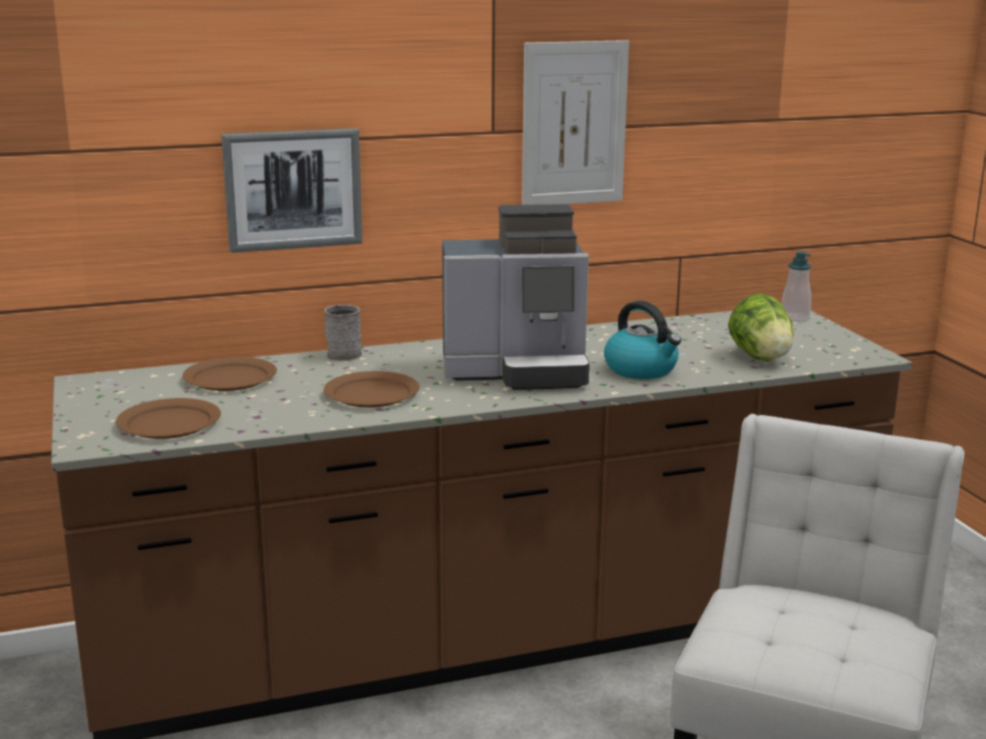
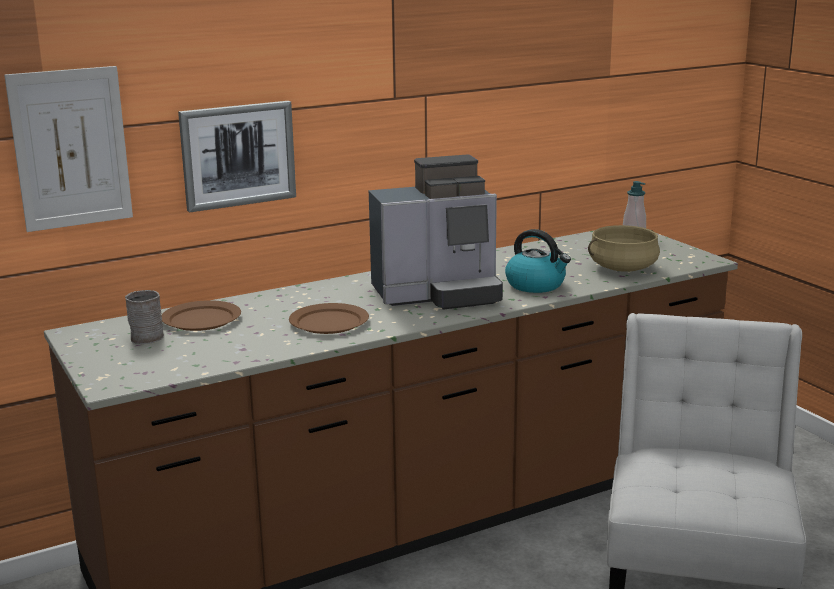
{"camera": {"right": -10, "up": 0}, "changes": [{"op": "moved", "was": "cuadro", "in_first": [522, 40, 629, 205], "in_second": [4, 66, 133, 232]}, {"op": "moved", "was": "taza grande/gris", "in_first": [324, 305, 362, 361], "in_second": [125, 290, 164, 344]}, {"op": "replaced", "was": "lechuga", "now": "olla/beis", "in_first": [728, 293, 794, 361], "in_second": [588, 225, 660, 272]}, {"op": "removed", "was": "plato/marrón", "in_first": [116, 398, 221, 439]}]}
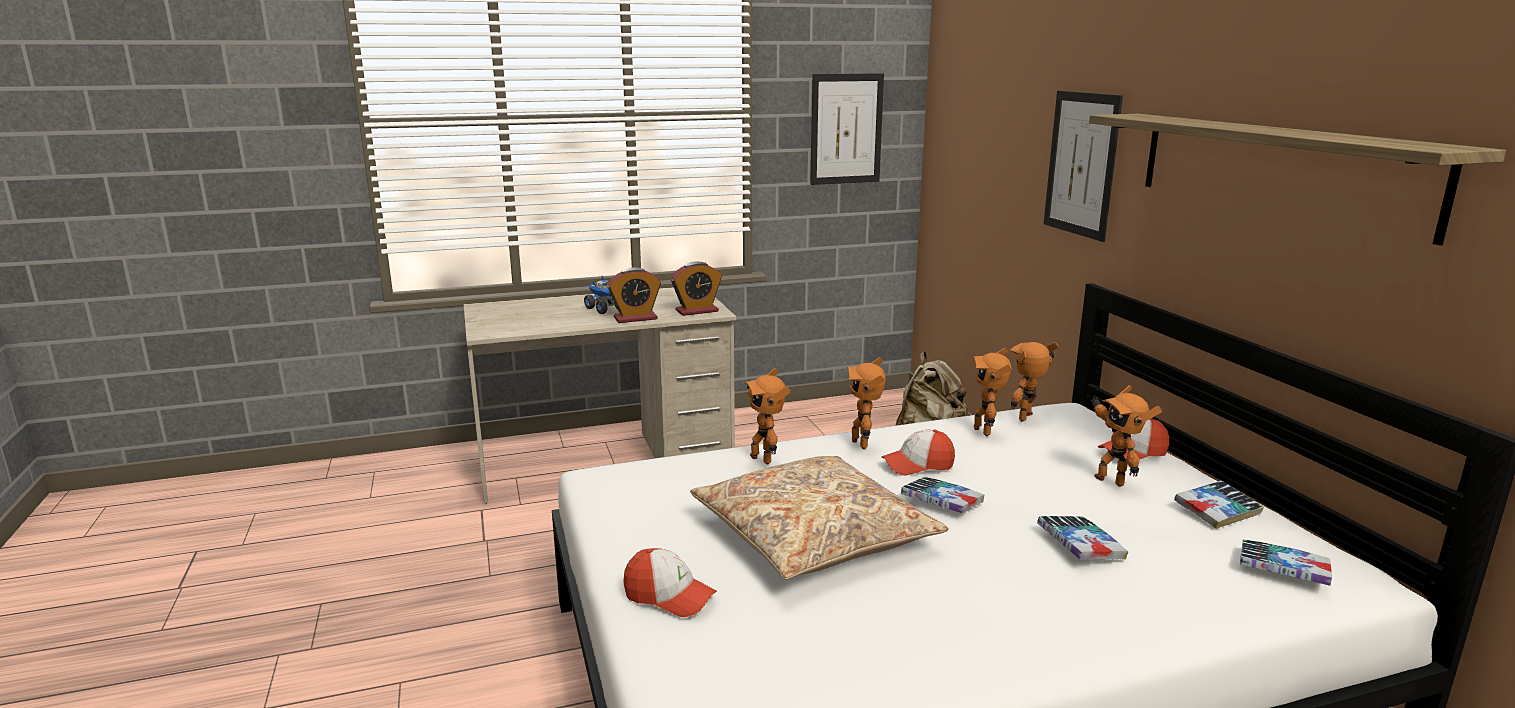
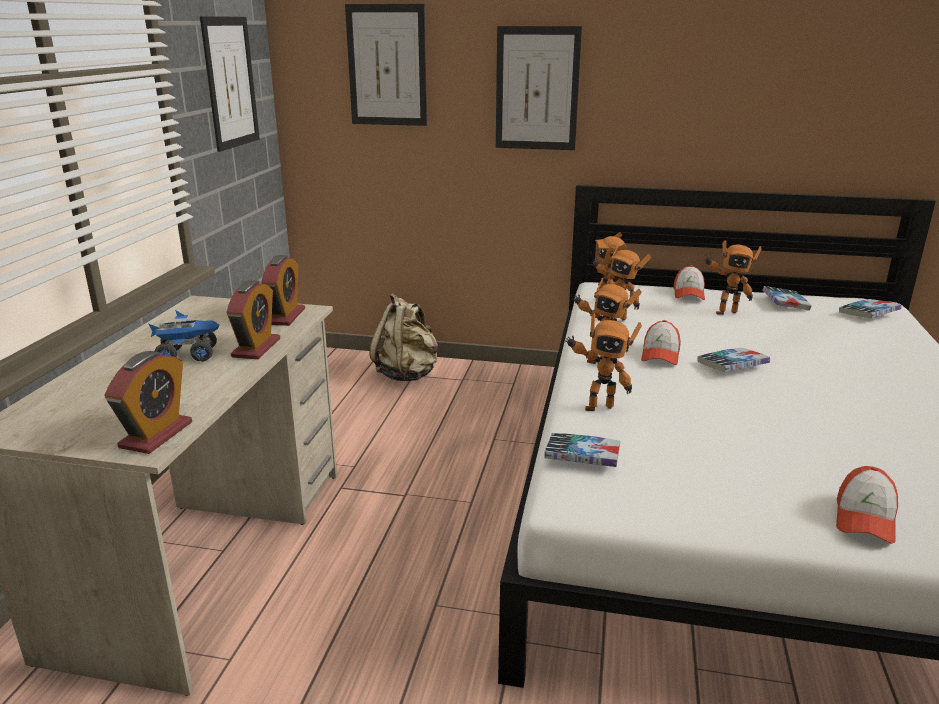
{"camera": {"right": -60, "up": 5}, "changes": [{"op": "added", "now": "despertador", "in_second": [104, 351, 192, 454]}, {"op": "added", "now": "cuadro", "in_second": [345, 4, 427, 126]}, {"op": "moved", "was": "libro", "in_first": [1037, 516, 1128, 560], "in_second": [544, 433, 620, 467]}, {"op": "turned", "was": "gorra", "in_first": [624, 548, 717, 617], "in_second": [836, 466, 898, 544], "clockwise": 150}, {"op": "removed", "was": "cojín/beis", "in_first": [690, 456, 949, 580]}, {"op": "removed", "was": "estante", "in_first": [1089, 114, 1506, 246]}]}
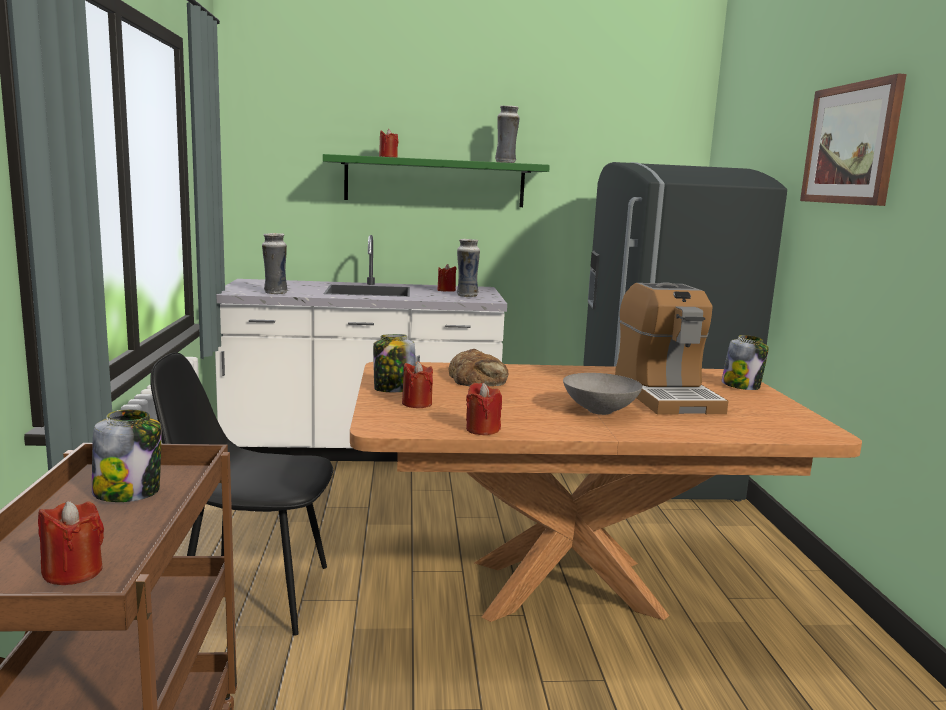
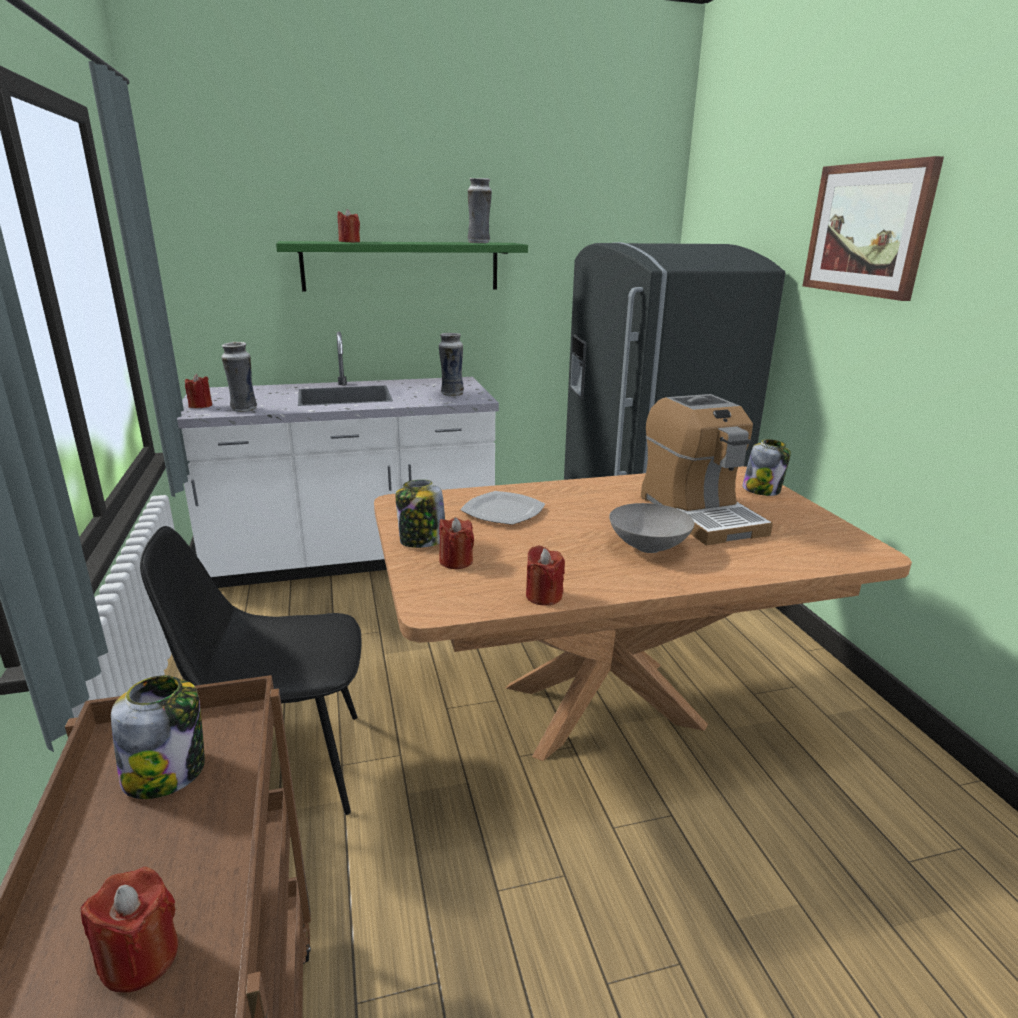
{"camera": {"right": -10, "up": 10}, "changes": [{"op": "moved", "was": "vela/rojo", "in_first": [437, 264, 457, 292], "in_second": [185, 374, 212, 408]}, {"op": "replaced", "was": "pan", "now": "plato", "in_first": [449, 349, 508, 386], "in_second": [460, 491, 545, 525]}]}
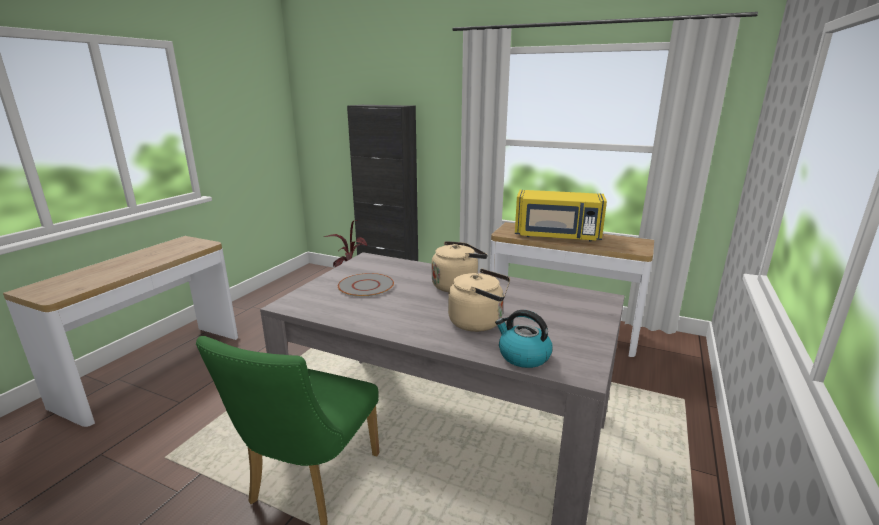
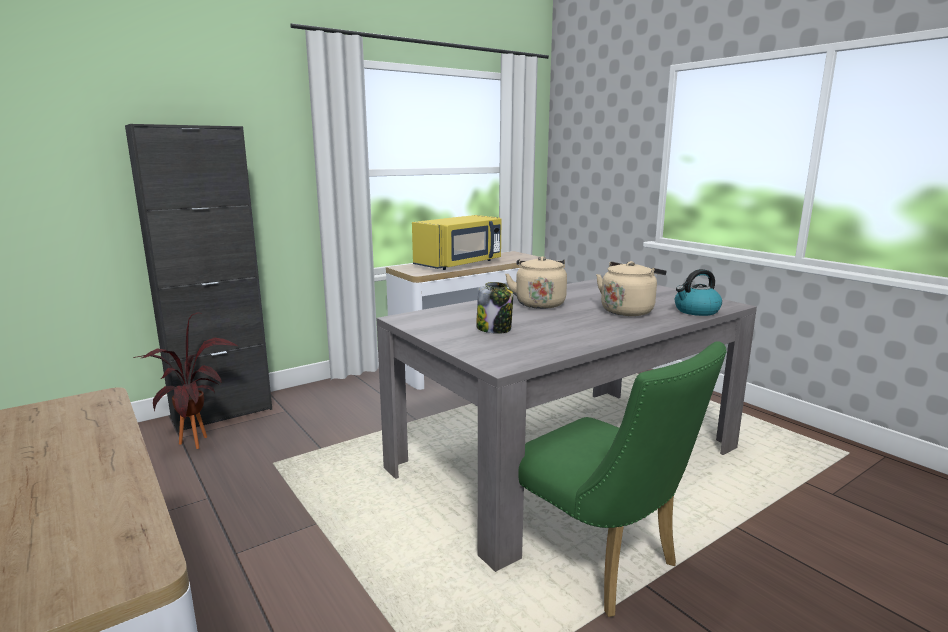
{"camera": {"right": -60, "up": -5}, "changes": [{"op": "replaced", "was": "plato/gris", "now": "tarro", "in_first": [338, 273, 394, 297], "in_second": [476, 282, 513, 334]}]}
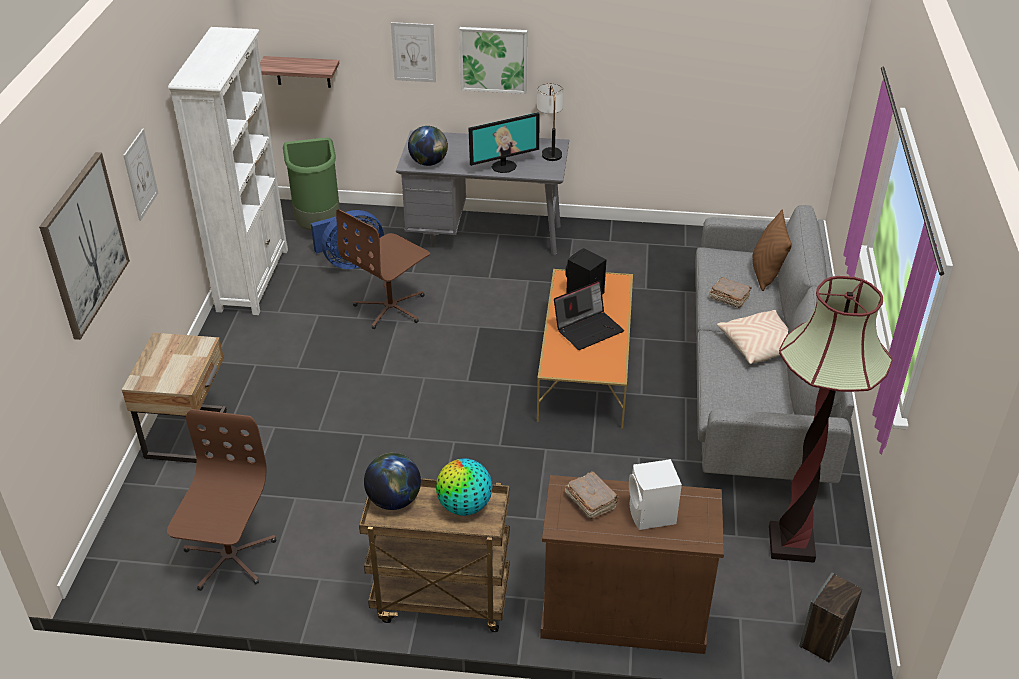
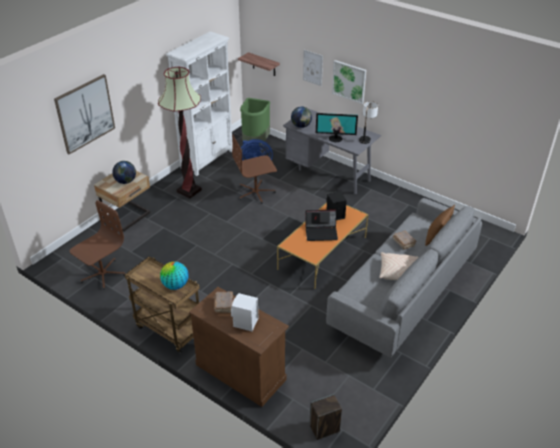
{"camera": {"right": 30, "up": 0}, "changes": [{"op": "moved", "was": "globo terráqueo", "in_first": [364, 453, 421, 510], "in_second": [112, 161, 136, 184]}, {"op": "moved", "was": "lámpara de pie", "in_first": [769, 276, 893, 563], "in_second": [158, 67, 202, 199]}, {"op": "removed", "was": "cuadro", "in_first": [123, 129, 158, 221]}]}
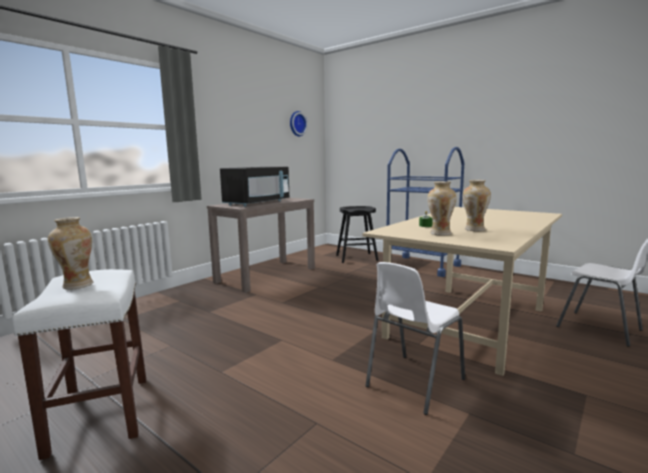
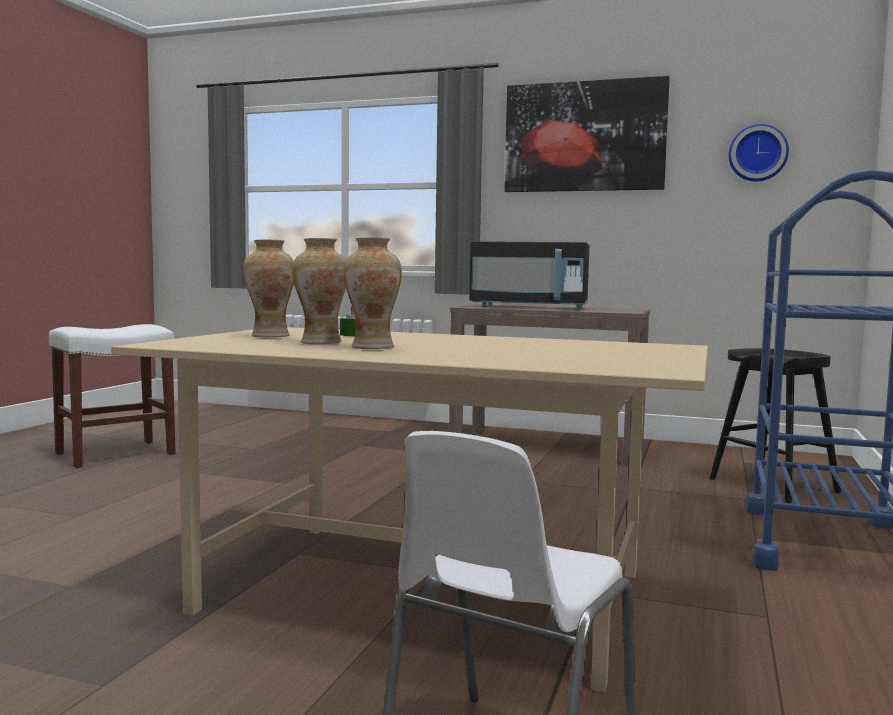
{"camera": {"right": 70, "up": -5}, "changes": [{"op": "moved", "was": "florero", "in_first": [48, 217, 93, 290], "in_second": [343, 237, 402, 349]}, {"op": "added", "now": "cuadro", "in_second": [504, 76, 670, 192]}, {"op": "removed", "was": "silla/blanco", "in_first": [365, 262, 465, 415]}]}
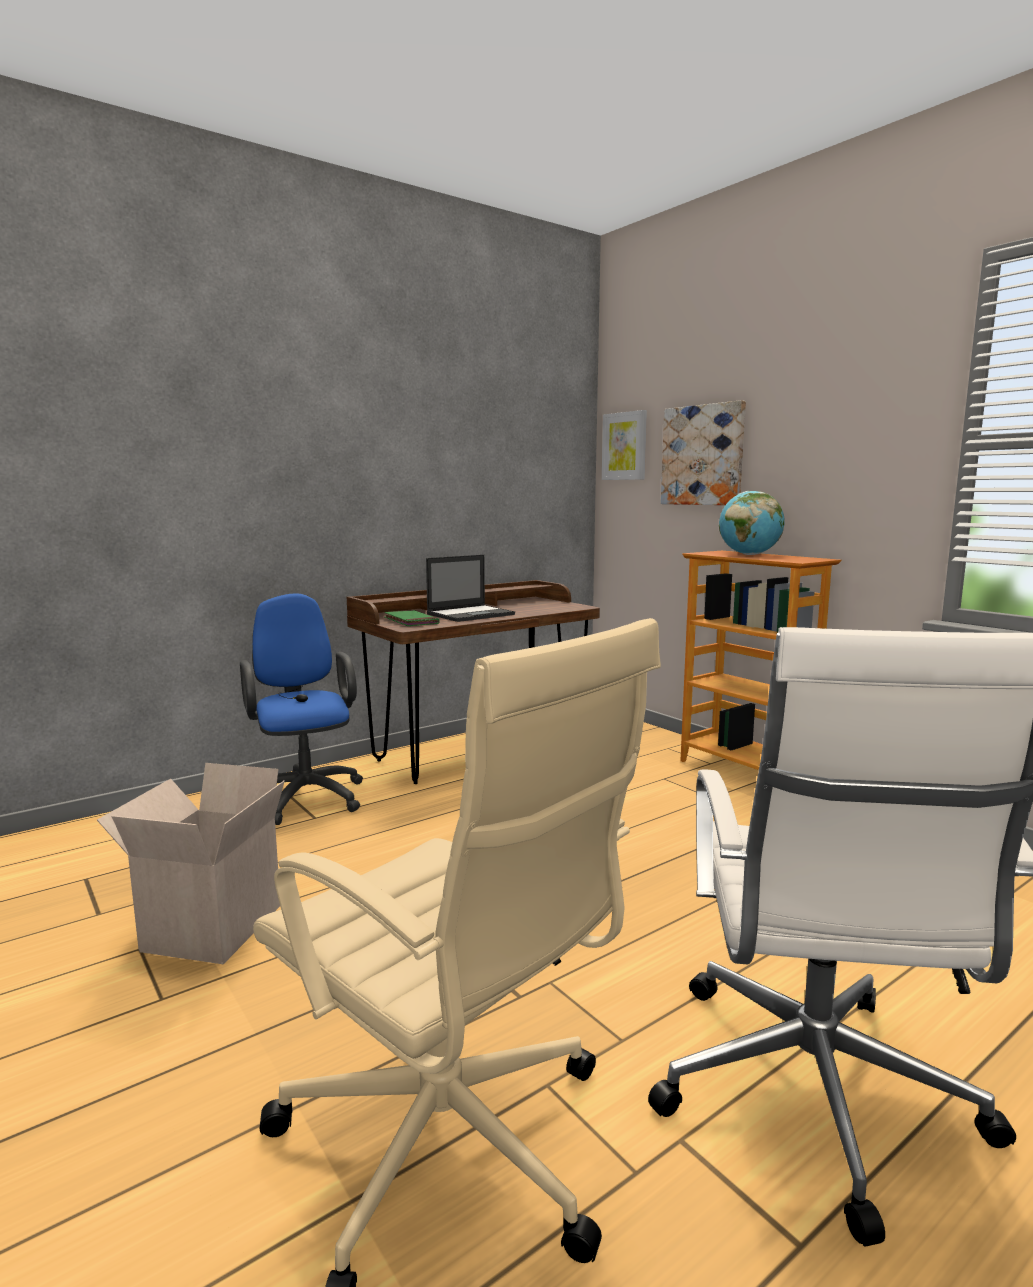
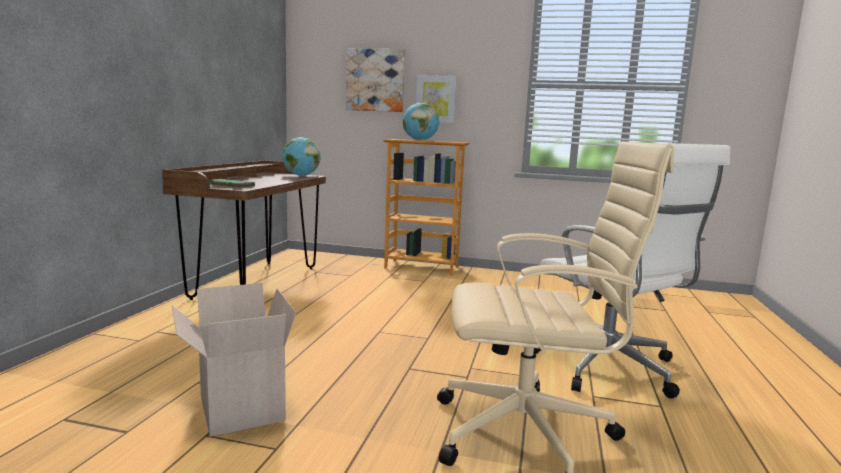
{"camera": {"right": -40, "up": 0}, "changes": [{"op": "added", "now": "globo terráqueo", "in_second": [282, 137, 321, 176]}, {"op": "moved", "was": "cuadro", "in_first": [602, 410, 647, 480], "in_second": [416, 75, 457, 123]}, {"op": "removed", "was": "silla de oficina/azul", "in_first": [240, 593, 363, 825]}, {"op": "removed", "was": "portátil", "in_first": [426, 555, 515, 622]}]}
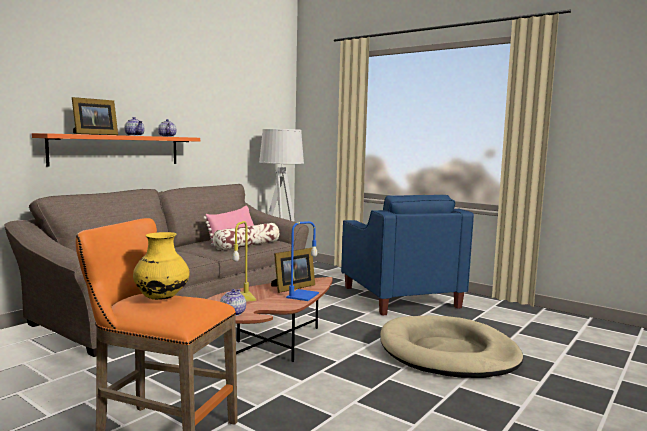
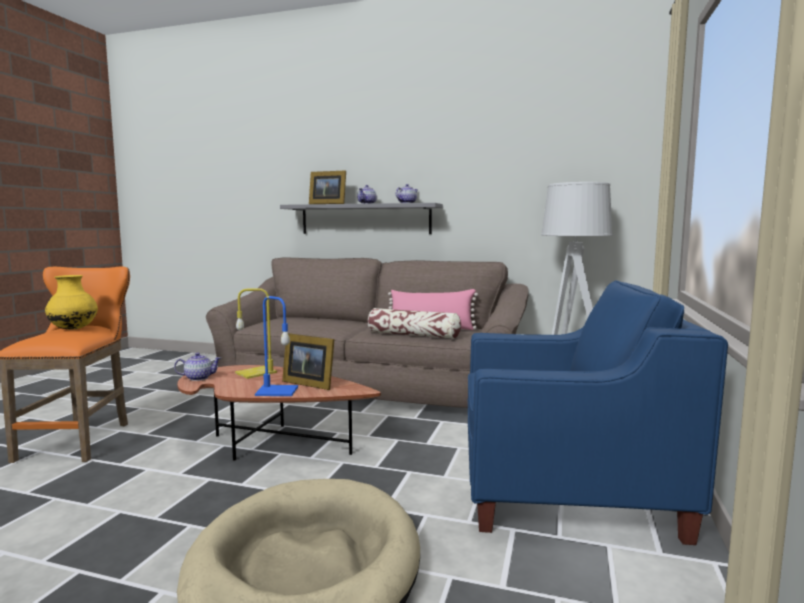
{"camera": {"right": 70, "up": 0}, "changes": [{"op": "recoloured", "was": "estante/naranja", "now": "estante/gris", "in_first": [32, 133, 200, 166], "in_second": [280, 203, 443, 234]}, {"op": "turned", "was": "sillón/azul", "in_first": [341, 195, 474, 316], "in_second": [468, 280, 728, 545], "clockwise": -135}]}
